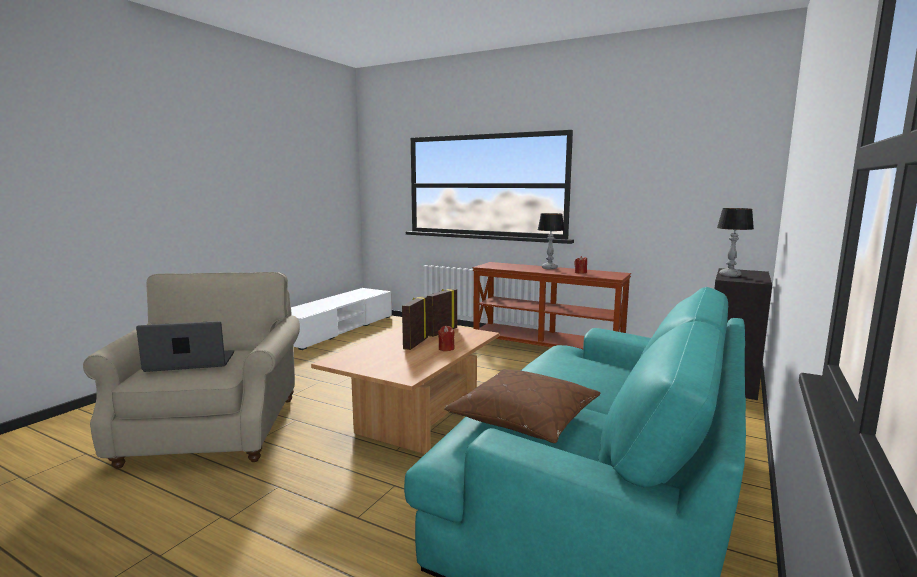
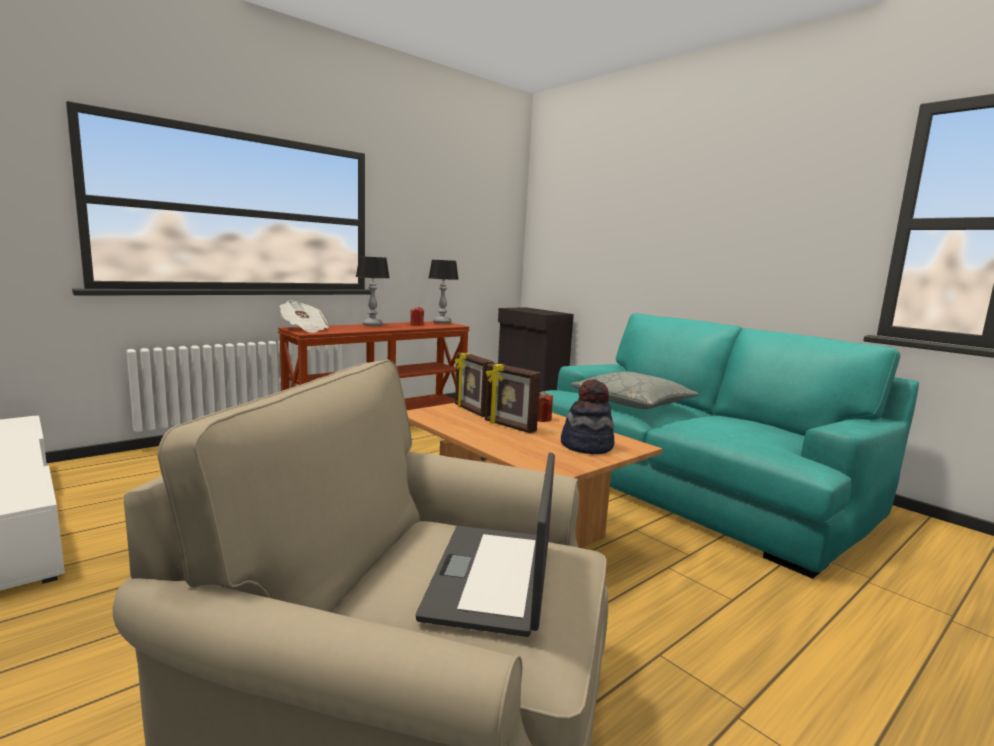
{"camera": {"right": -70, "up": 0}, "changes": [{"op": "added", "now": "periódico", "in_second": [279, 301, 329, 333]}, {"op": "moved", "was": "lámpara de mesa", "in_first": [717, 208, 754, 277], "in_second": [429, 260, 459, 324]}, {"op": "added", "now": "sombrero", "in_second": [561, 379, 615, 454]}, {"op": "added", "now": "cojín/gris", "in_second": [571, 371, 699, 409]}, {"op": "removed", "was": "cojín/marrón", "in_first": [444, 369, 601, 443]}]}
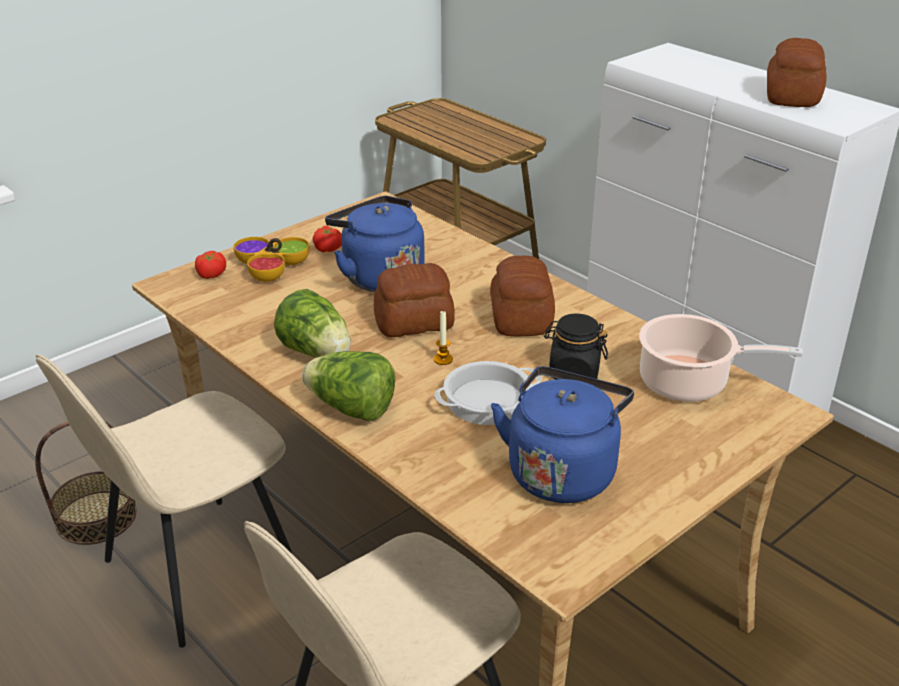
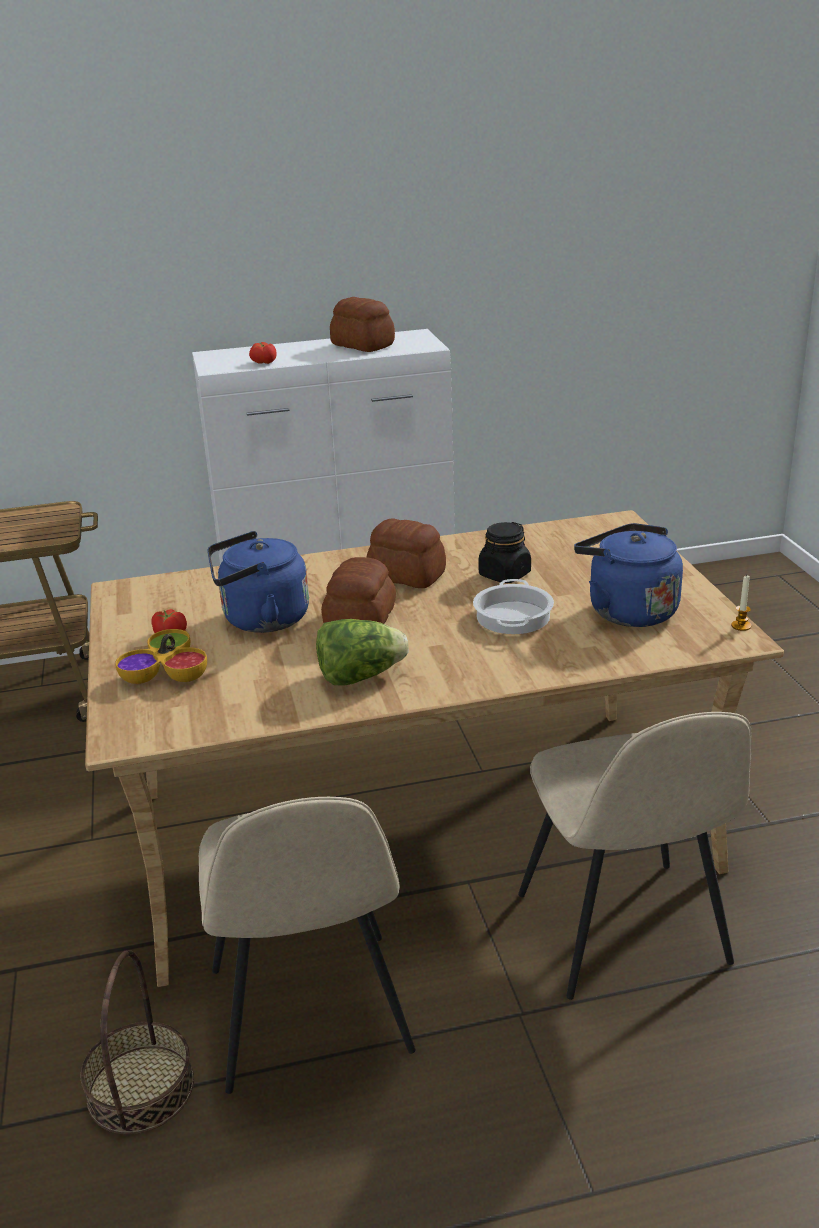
{"camera": {"right": -60, "up": -5}, "changes": [{"op": "moved", "was": "tomate", "in_first": [195, 251, 226, 279], "in_second": [249, 342, 277, 364]}, {"op": "moved", "was": "vela", "in_first": [434, 311, 453, 365], "in_second": [731, 576, 751, 631]}, {"op": "removed", "was": "lechuga", "in_first": [302, 351, 395, 421]}, {"op": "removed", "was": "olla", "in_first": [639, 314, 803, 402]}]}
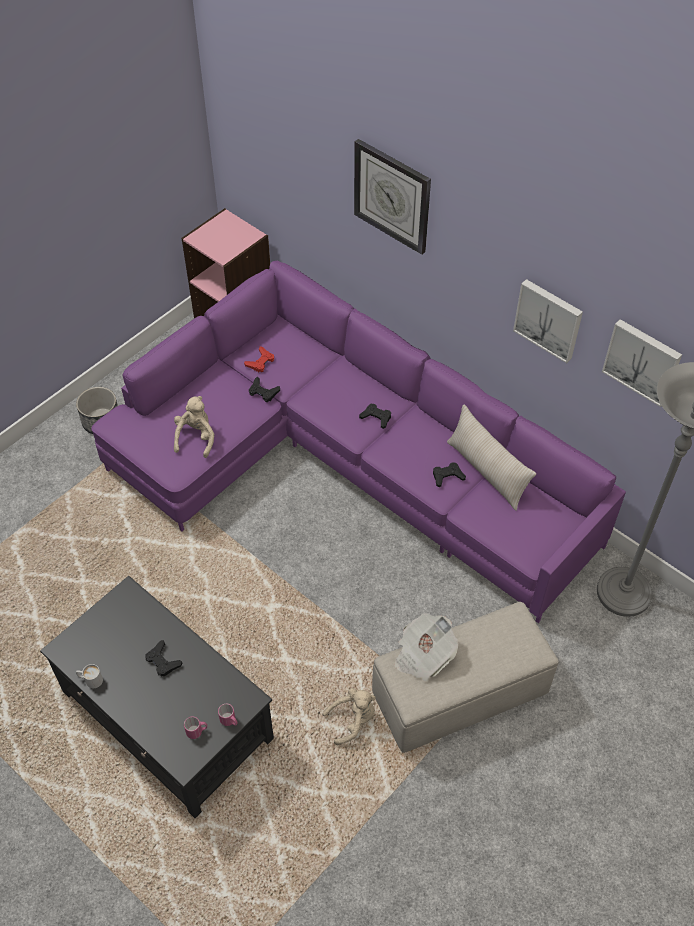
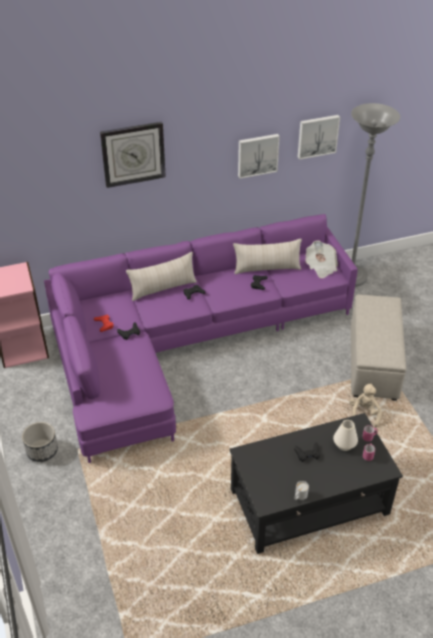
{"camera": {"right": -60, "up": -10}, "changes": [{"op": "added", "now": "cojín/beis", "in_second": [126, 252, 197, 301]}, {"op": "moved", "was": "periódico", "in_first": [394, 613, 458, 682], "in_second": [305, 240, 338, 279]}, {"op": "added", "now": "florero/blanco", "in_second": [333, 420, 358, 451]}, {"op": "removed", "was": "peluche/beis", "in_first": [174, 396, 214, 458]}]}
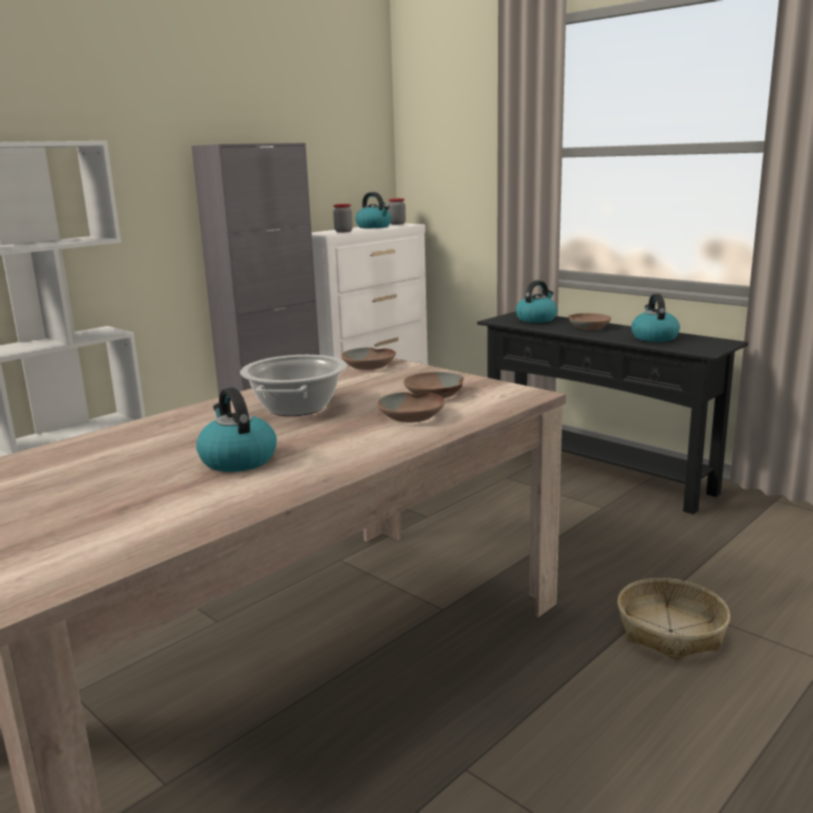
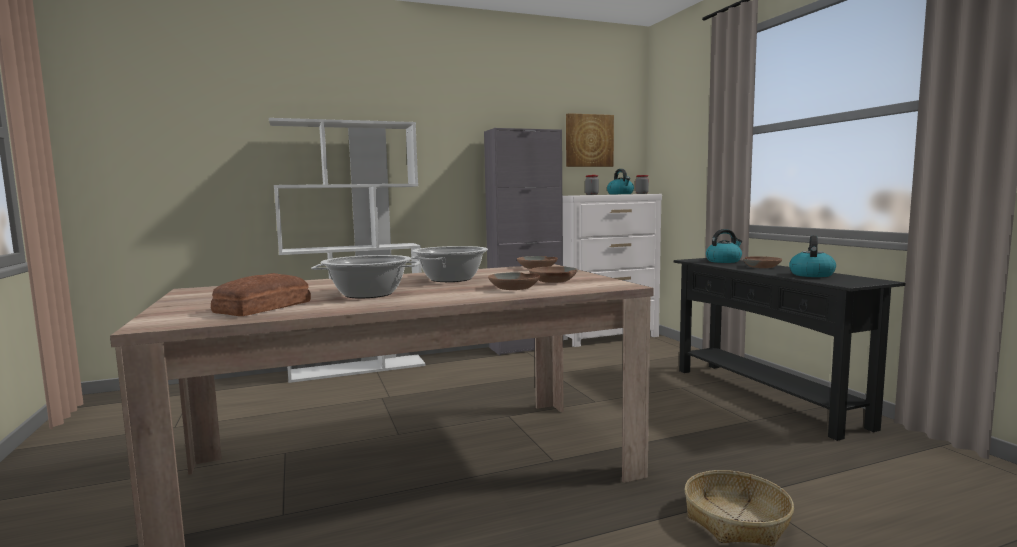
{"camera": {"right": 25, "up": -10}, "changes": [{"op": "added", "now": "pan", "in_second": [211, 273, 311, 316]}, {"op": "replaced", "was": "hervidor", "now": "olla", "in_first": [196, 387, 277, 472], "in_second": [311, 255, 420, 298]}, {"op": "added", "now": "cuadro", "in_second": [566, 113, 614, 167]}]}
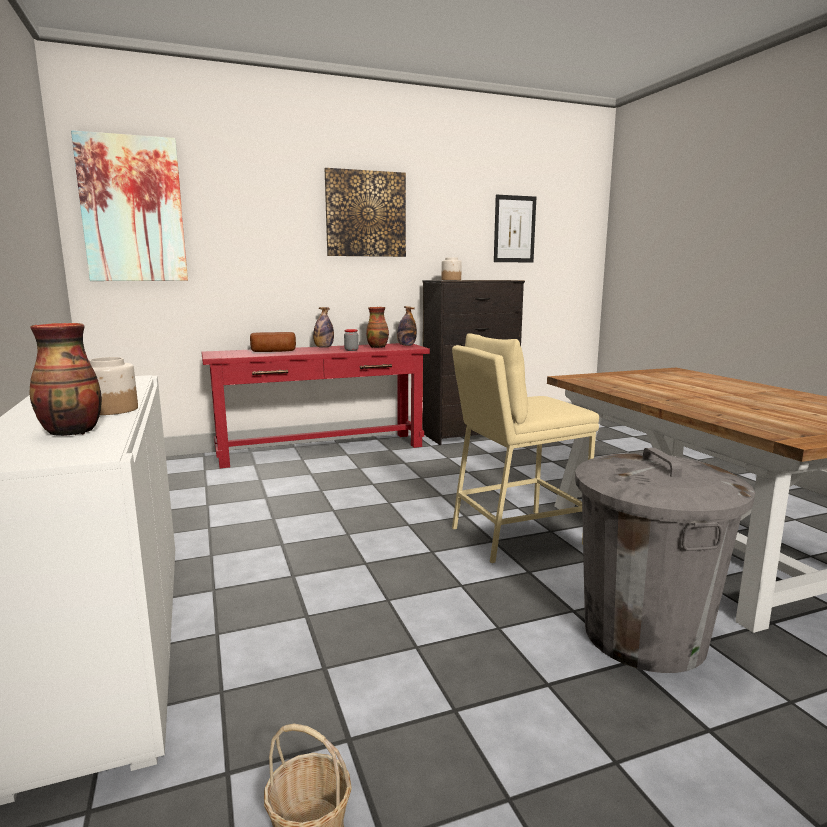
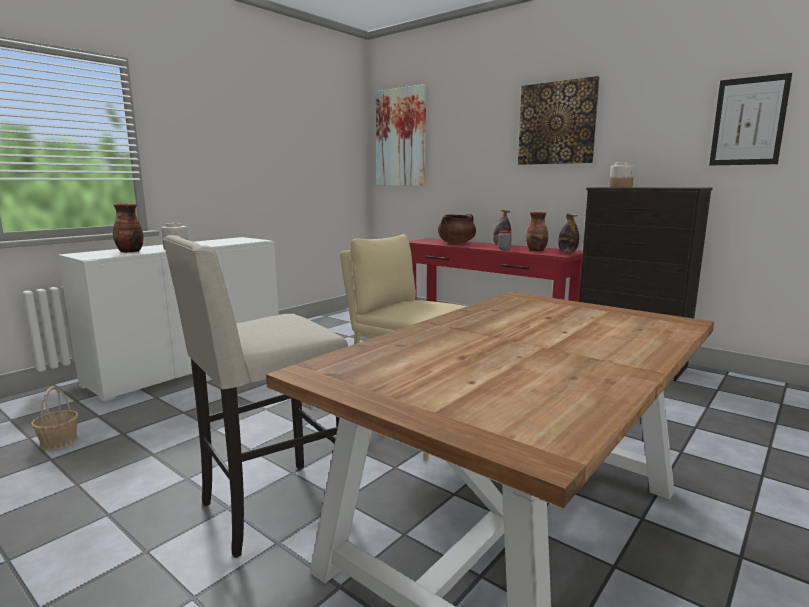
{"camera": {"right": 60, "up": 0}, "changes": [{"op": "replaced", "was": "papelera/gris", "now": "taburete/beis", "in_first": [575, 448, 755, 673], "in_second": [163, 235, 348, 558]}, {"op": "replaced", "was": "pan", "now": "olla/marrón", "in_first": [250, 332, 296, 352], "in_second": [438, 214, 476, 244]}]}
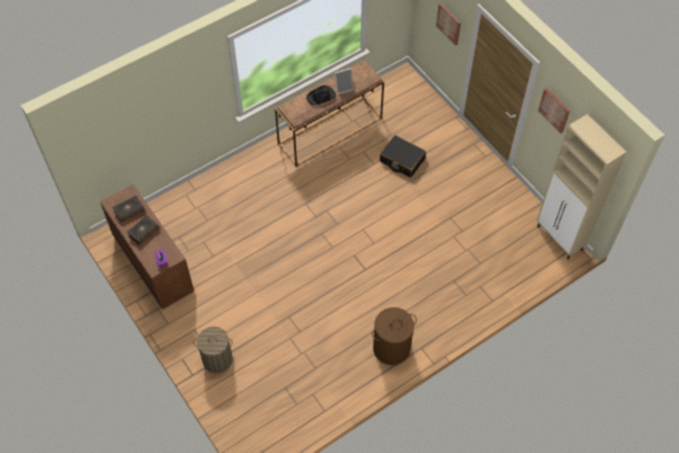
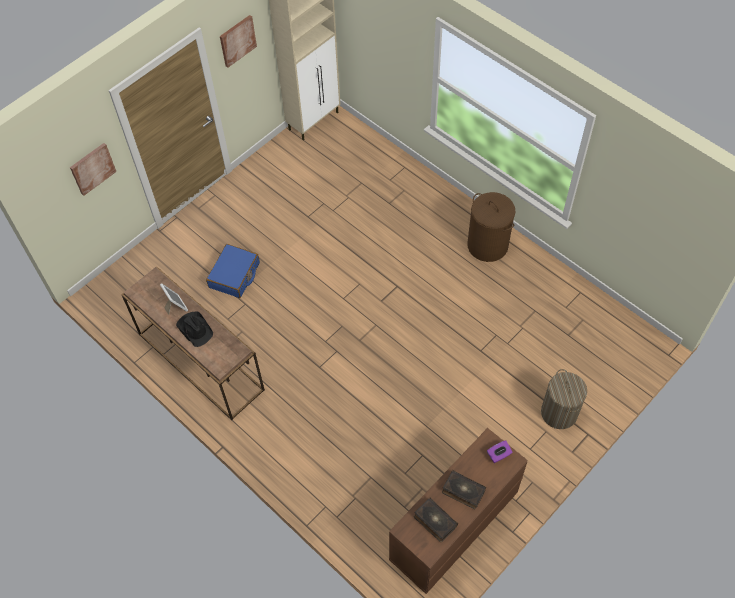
{"camera": {"right": -100, "up": 0}, "changes": [{"op": "recoloured", "was": "maleta/negro", "now": "maleta/azul", "in_first": [380, 135, 426, 178], "in_second": [206, 244, 260, 298]}]}
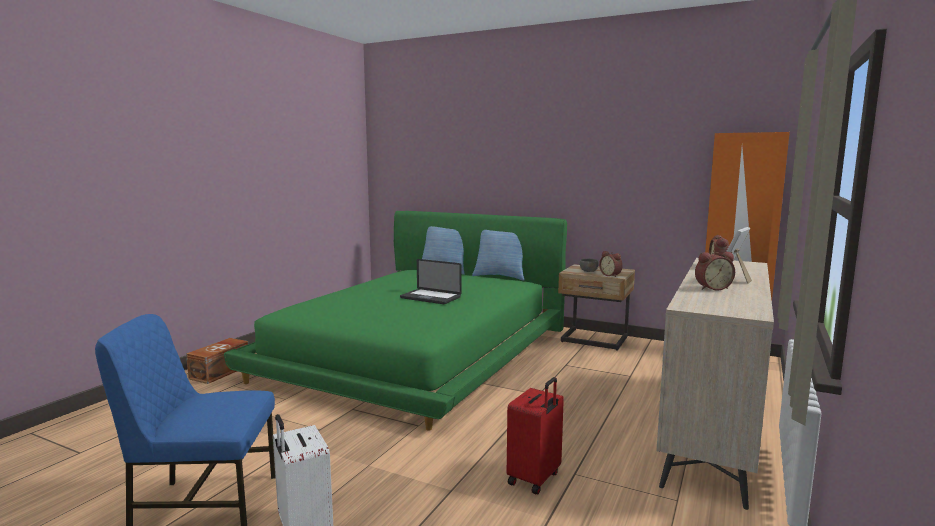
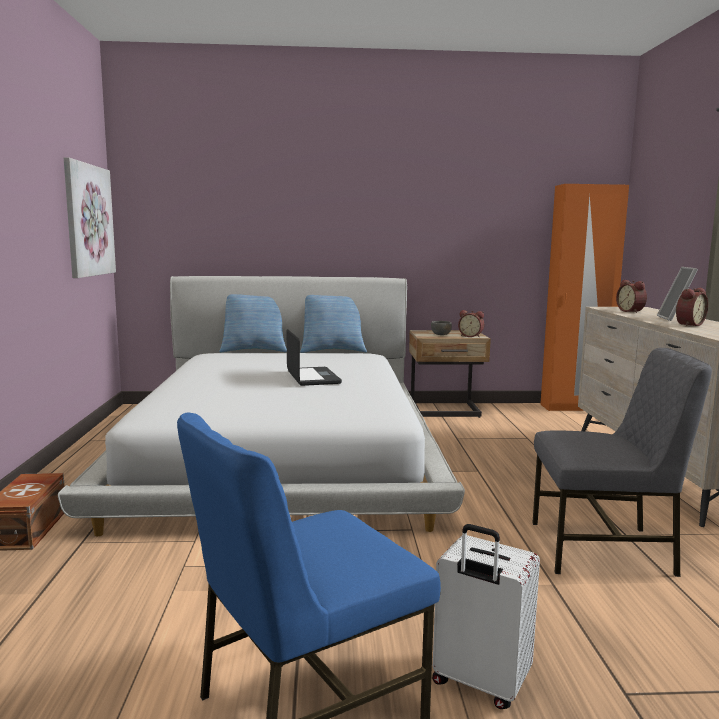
{"camera": {"right": -30, "up": 0}, "changes": [{"op": "recoloured", "was": "cama/verde", "now": "cama/blanco", "in_first": [224, 211, 567, 431], "in_second": [58, 276, 465, 536]}, {"op": "added", "now": "cuadro", "in_second": [64, 157, 116, 278]}, {"op": "turned", "was": "portátil", "in_first": [400, 259, 462, 304], "in_second": [287, 329, 342, 386], "clockwise": -105}, {"op": "replaced", "was": "maleta/rojo", "now": "silla/gris", "in_first": [507, 377, 564, 495], "in_second": [532, 348, 712, 577]}]}
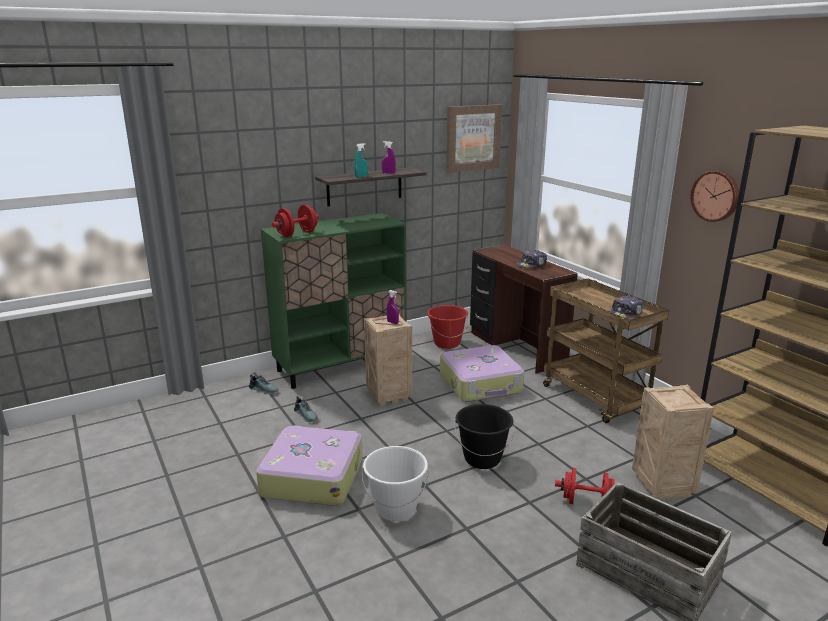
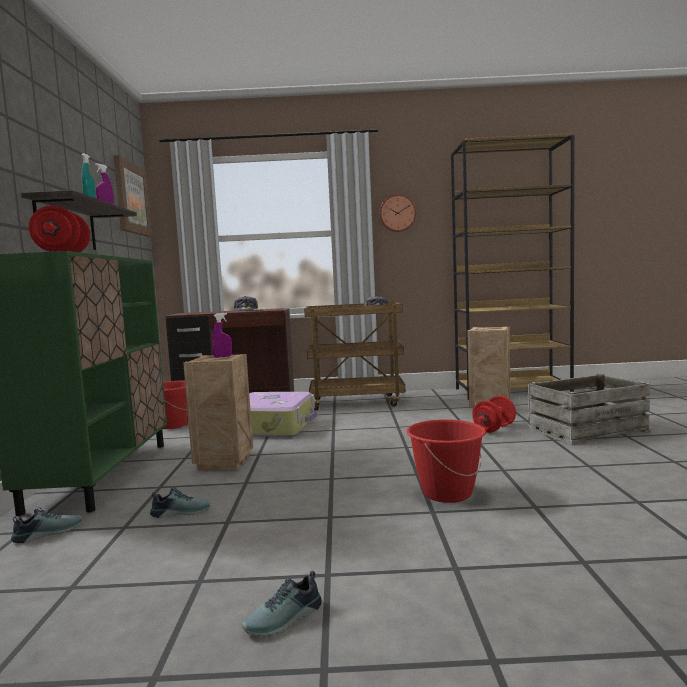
{"camera": {"right": -60, "up": -15}, "changes": [{"op": "added", "now": "zapato", "in_second": [242, 570, 322, 637]}, {"op": "recoloured", "was": "cubo/blanco", "now": "cubo/rojo", "in_first": [362, 446, 429, 521], "in_second": [406, 419, 486, 503]}, {"op": "removed", "was": "maleta", "in_first": [256, 425, 363, 506]}, {"op": "removed", "was": "cubo/negro", "in_first": [454, 404, 515, 469]}]}
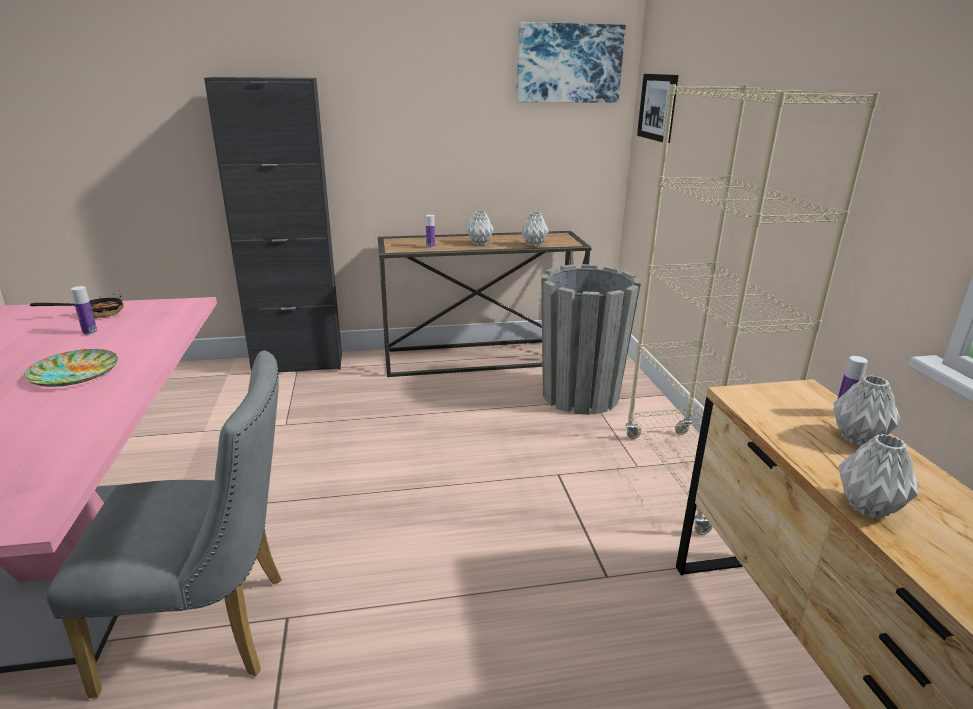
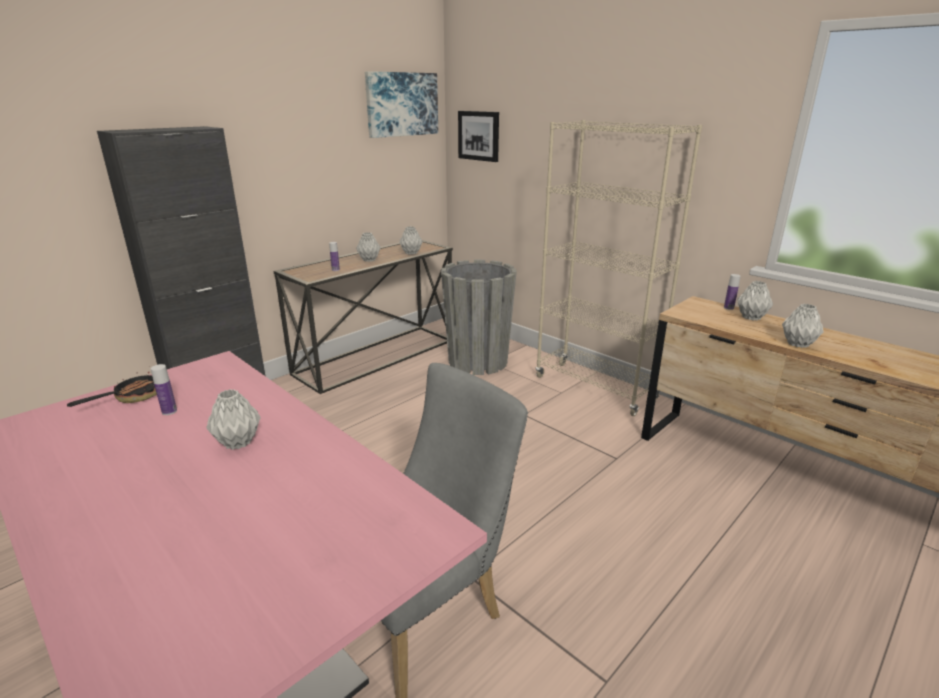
{"camera": {"right": -35, "up": 0}, "changes": [{"op": "replaced", "was": "plato", "now": "florero/gris", "in_first": [24, 349, 118, 387], "in_second": [206, 389, 261, 450]}]}
